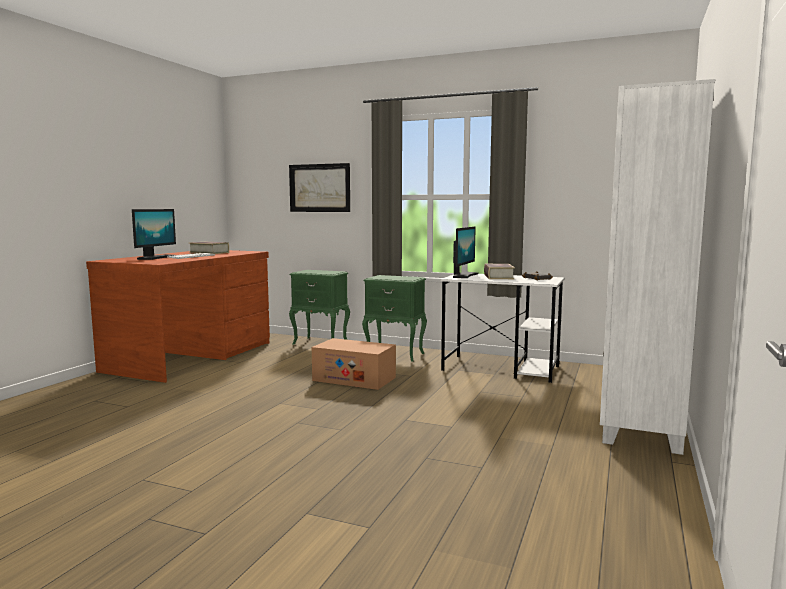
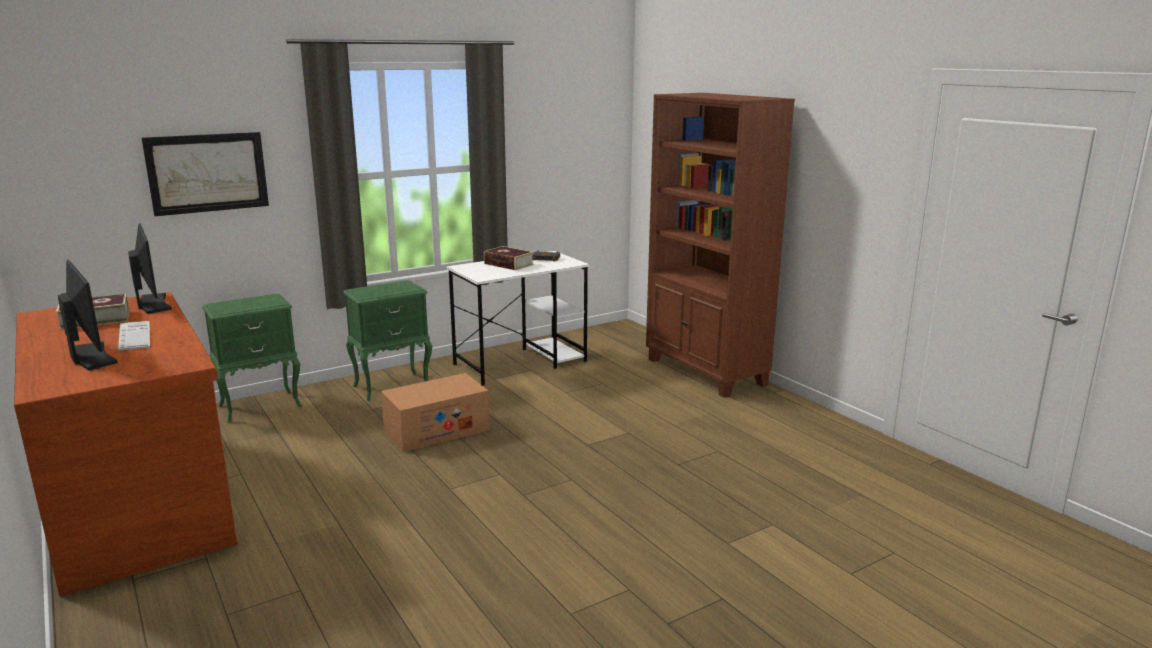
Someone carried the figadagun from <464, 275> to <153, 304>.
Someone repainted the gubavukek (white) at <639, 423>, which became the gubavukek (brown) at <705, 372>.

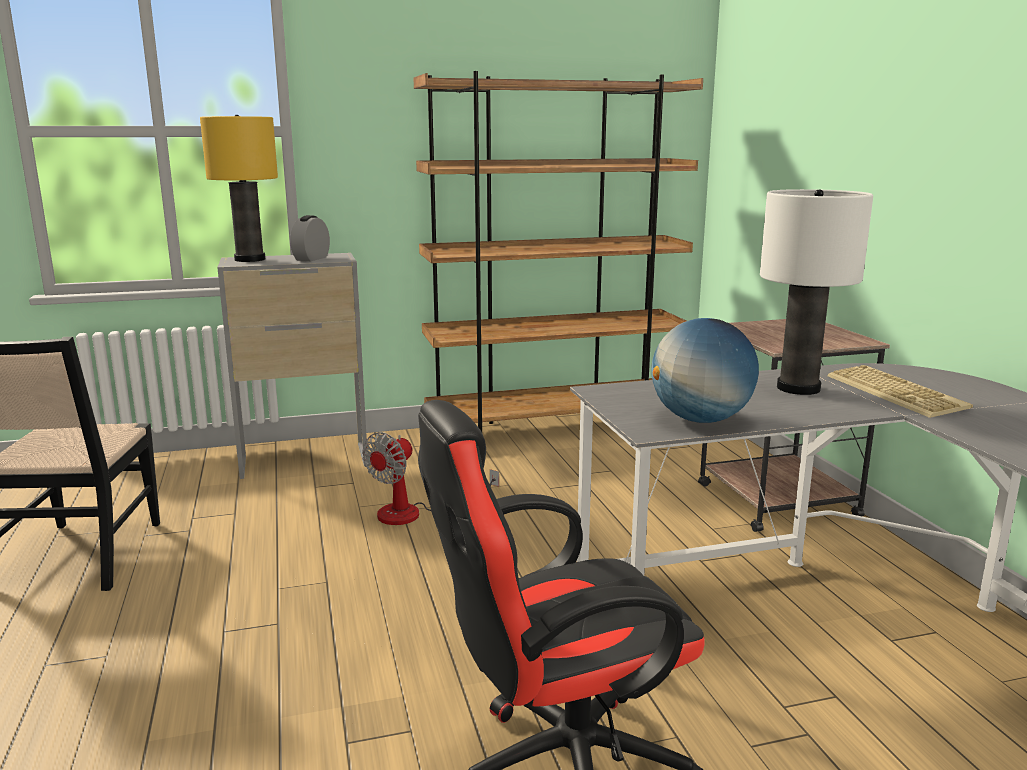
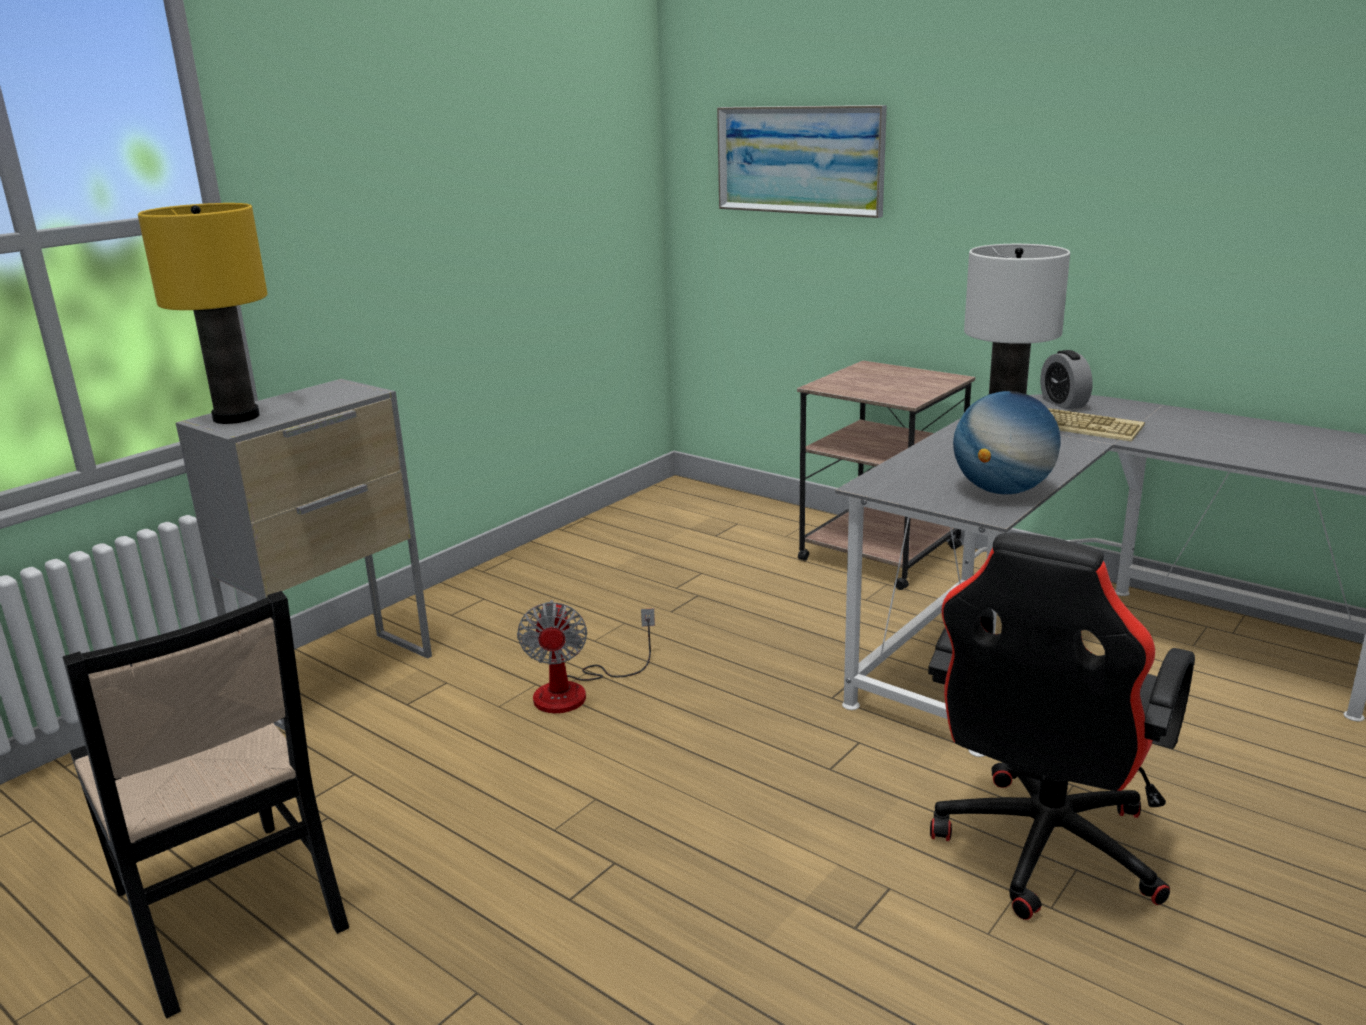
Someone carried the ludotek from <311, 259> to <1063, 403>.
Someone took away the gubavukek (brown) at <554, 428>.
Someone put up the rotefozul at <799, 160>.

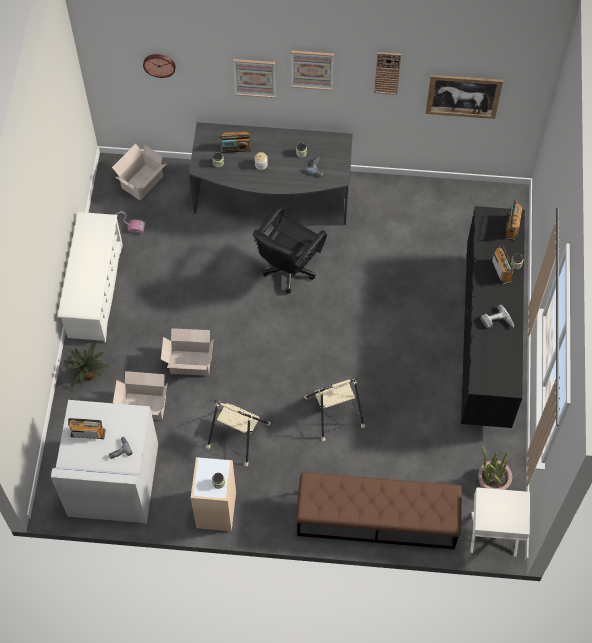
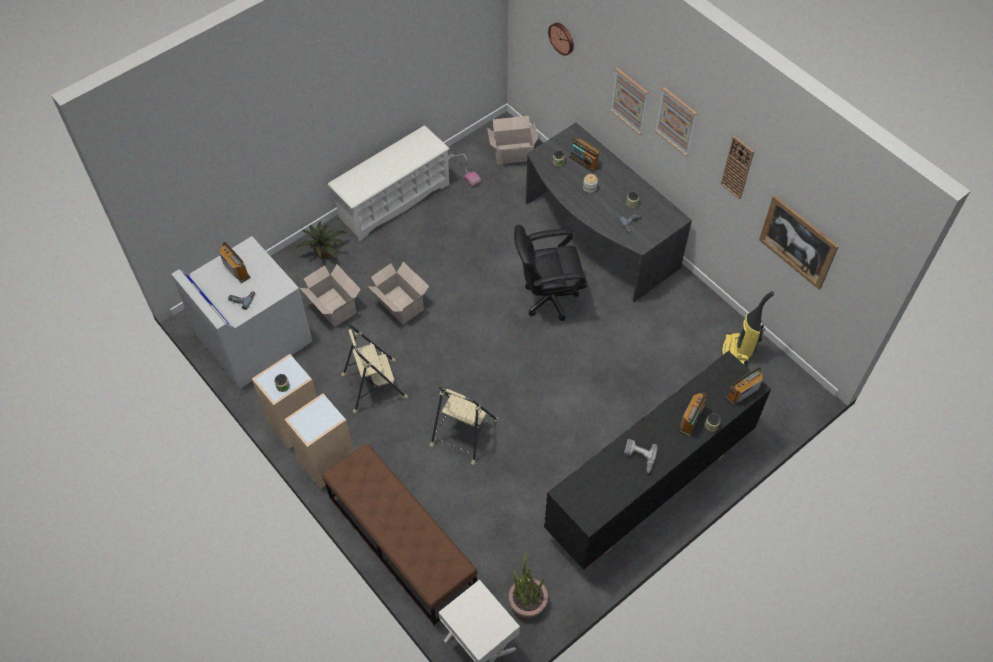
Someone put down the gubavukek at <326, 463>.
Someone put down the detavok at <736, 353>.

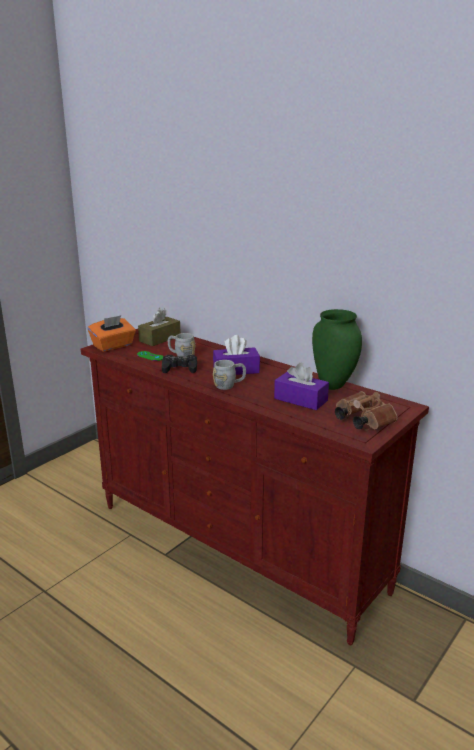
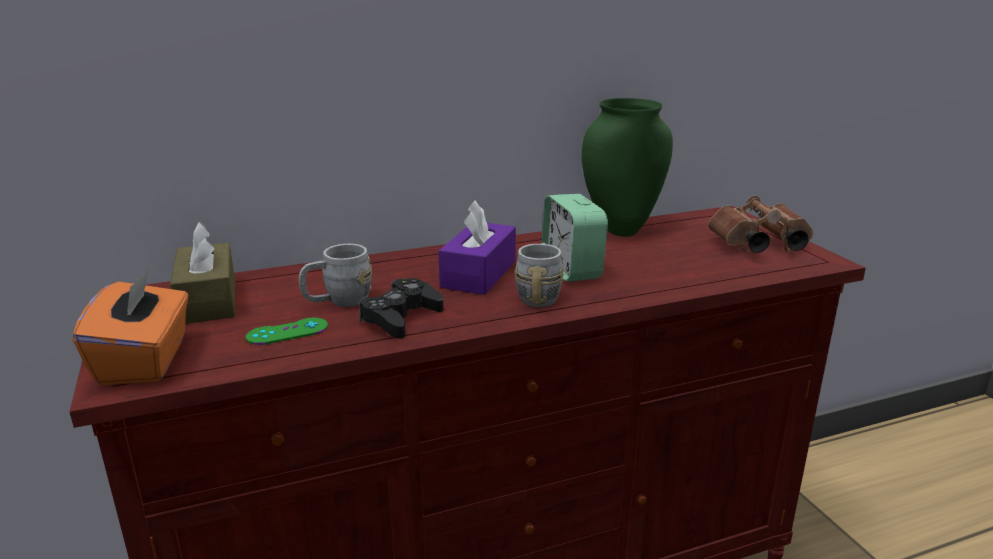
Someone took away the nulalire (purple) at <300, 399>.
Someone put down the ludotek at <571, 269>.

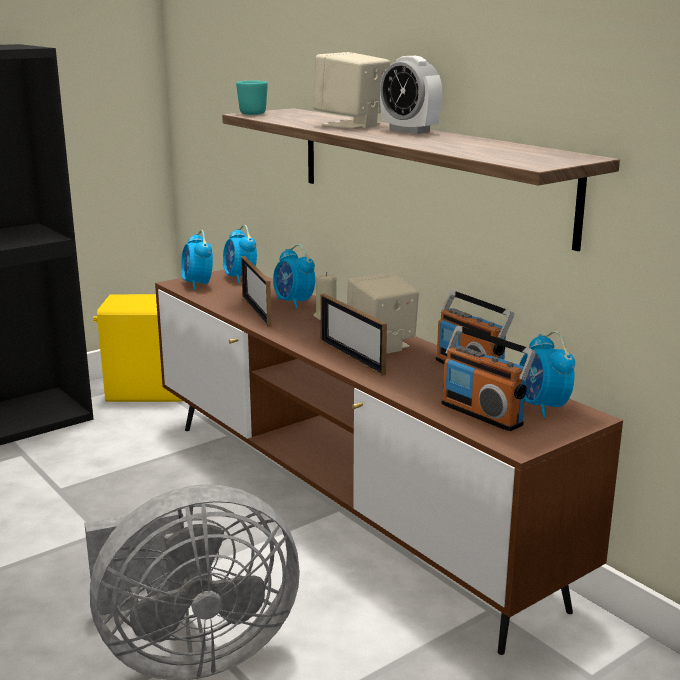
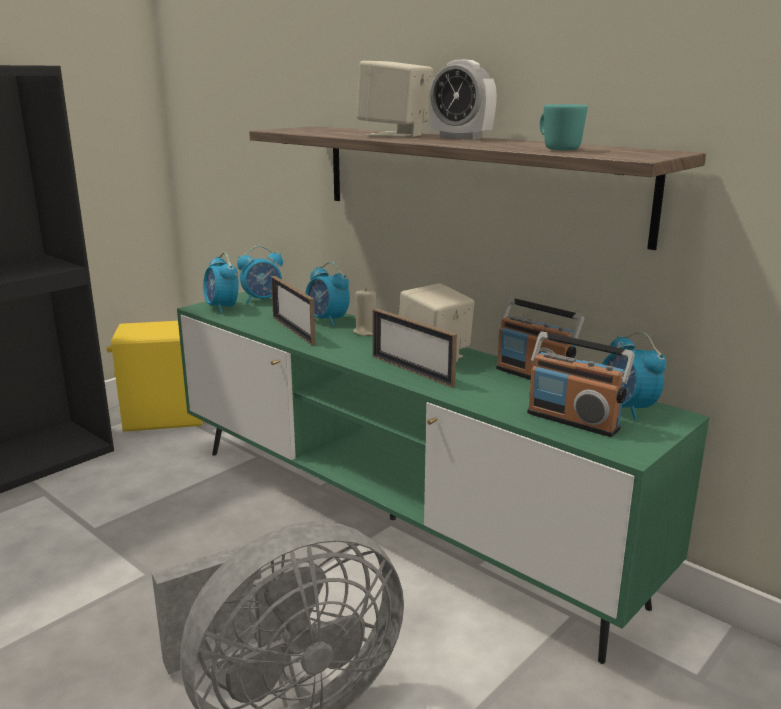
Someone repainted the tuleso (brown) at <342, 505>, which became the tuleso (green) at <392, 518>.
Someone rotated the ludotek at <240, 279> by 75 degrees counterclockwise.
Someone carried the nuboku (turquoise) from <251, 113> to <557, 148>.

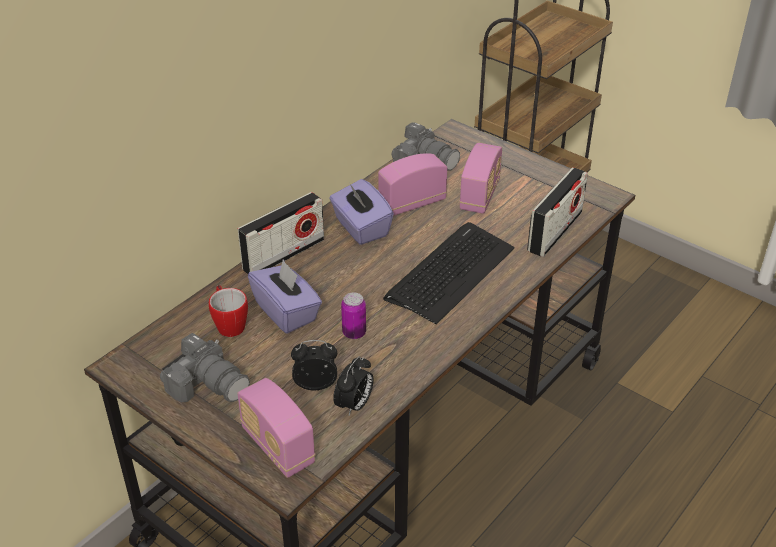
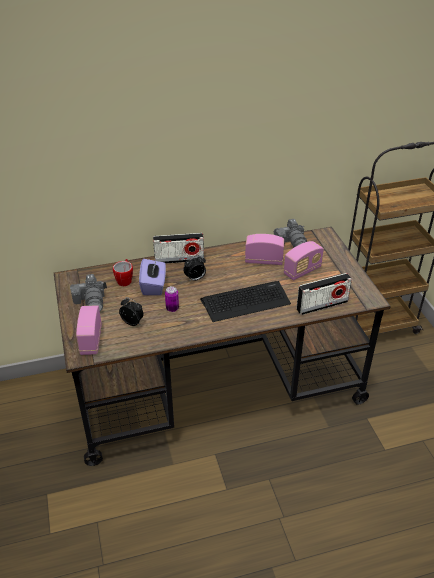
Someone took away the nulalire (purple) at <361, 228>.
Someone carried the ludotek from <354, 405> to <195, 279>.

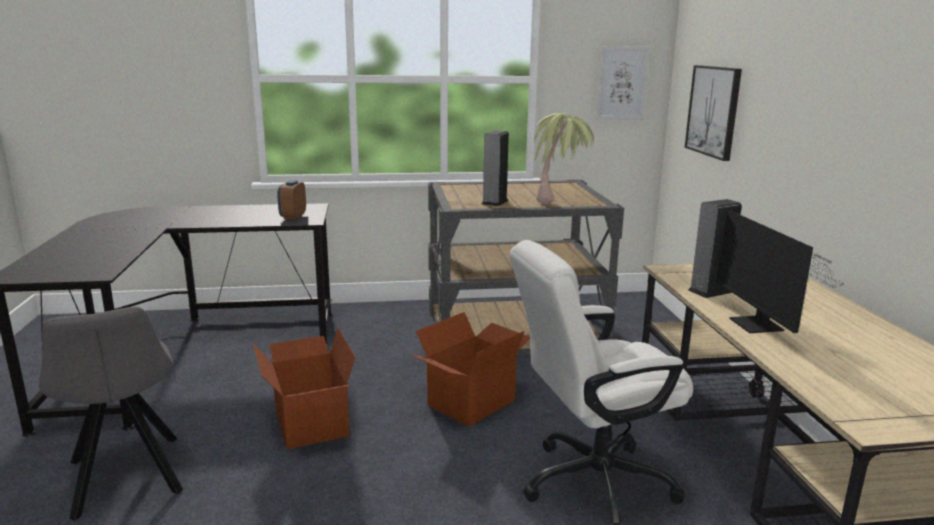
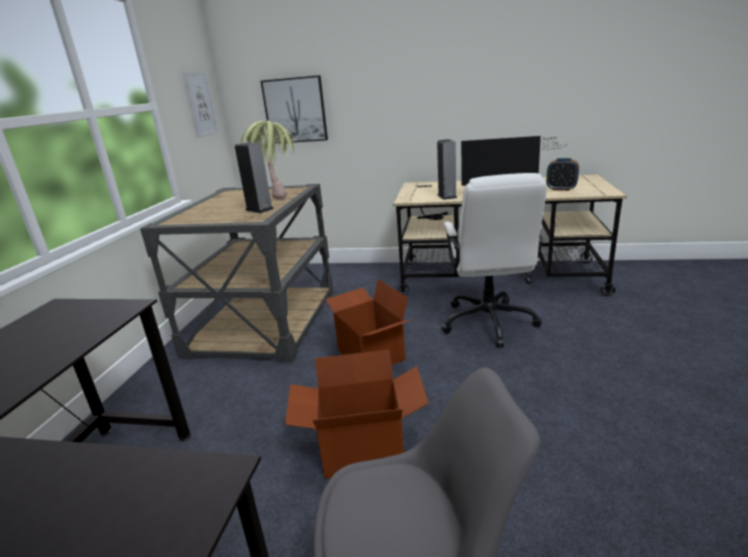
Someone carried the ludotek from <293, 216> to <561, 189>.

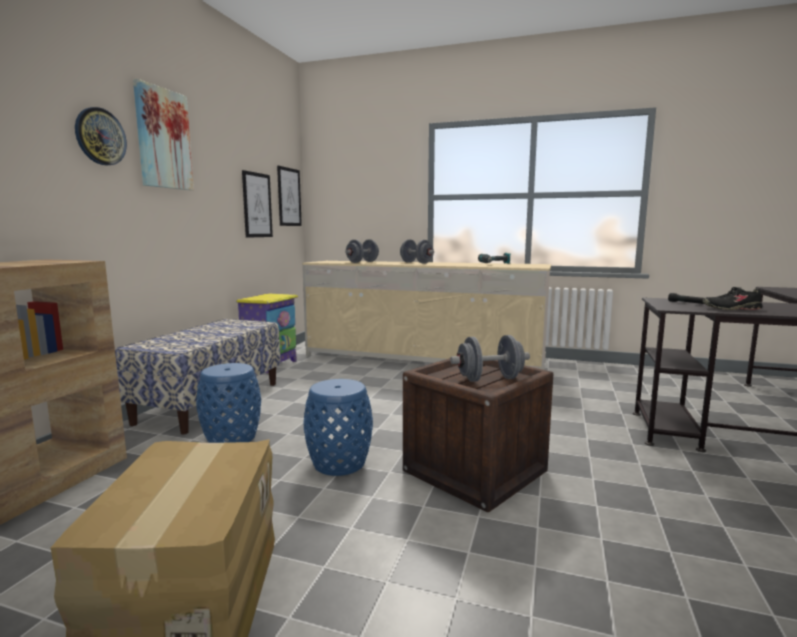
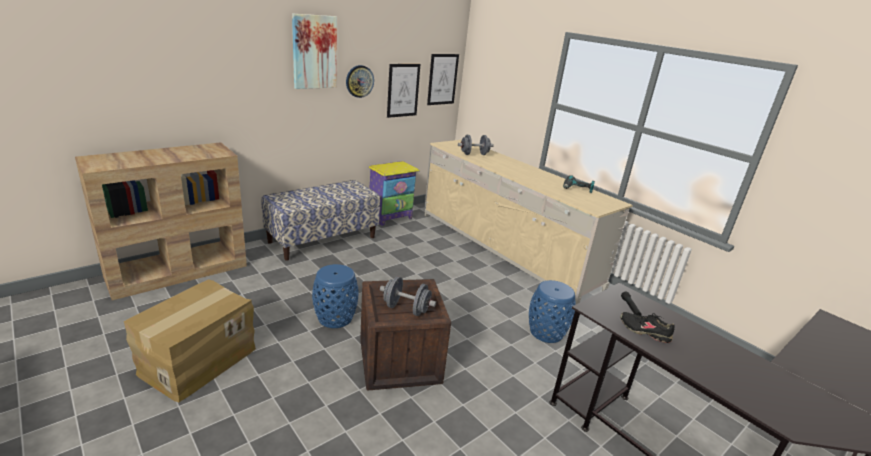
Someone carried the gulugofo from <100, 136> to <359, 81>.
Someone carried the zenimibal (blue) from <232, 438> to <546, 332>.
Someone took away the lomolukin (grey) at <416, 263>.

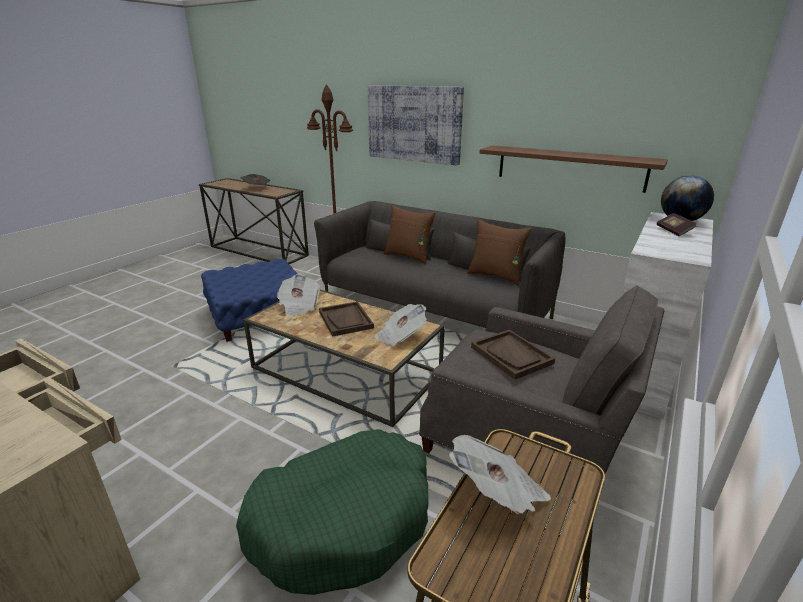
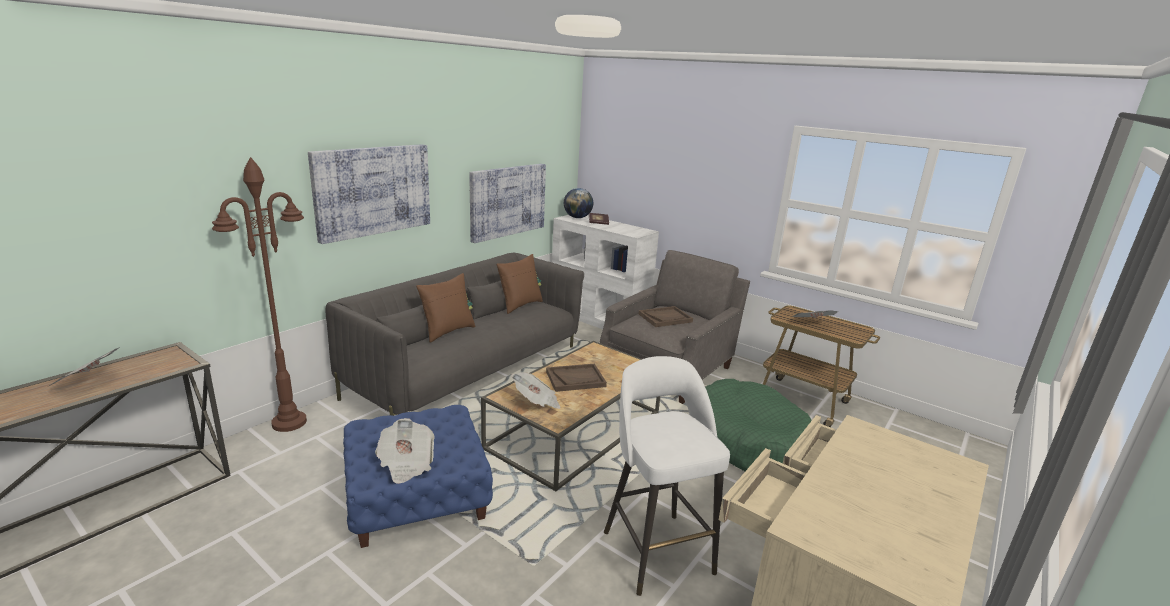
Someone carried the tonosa from <400, 336> to <406, 464>.
Someone swapped the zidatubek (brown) at <569, 168> for the rotefozul at <507, 201>.
Someone put down the zenimibal (white) at <656, 549>.

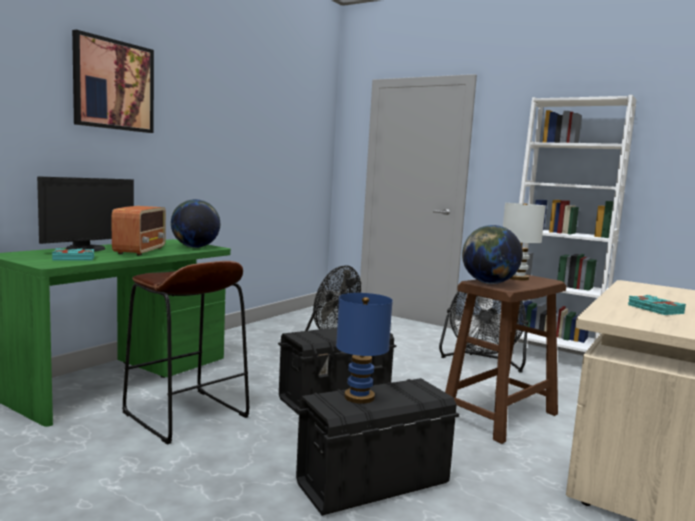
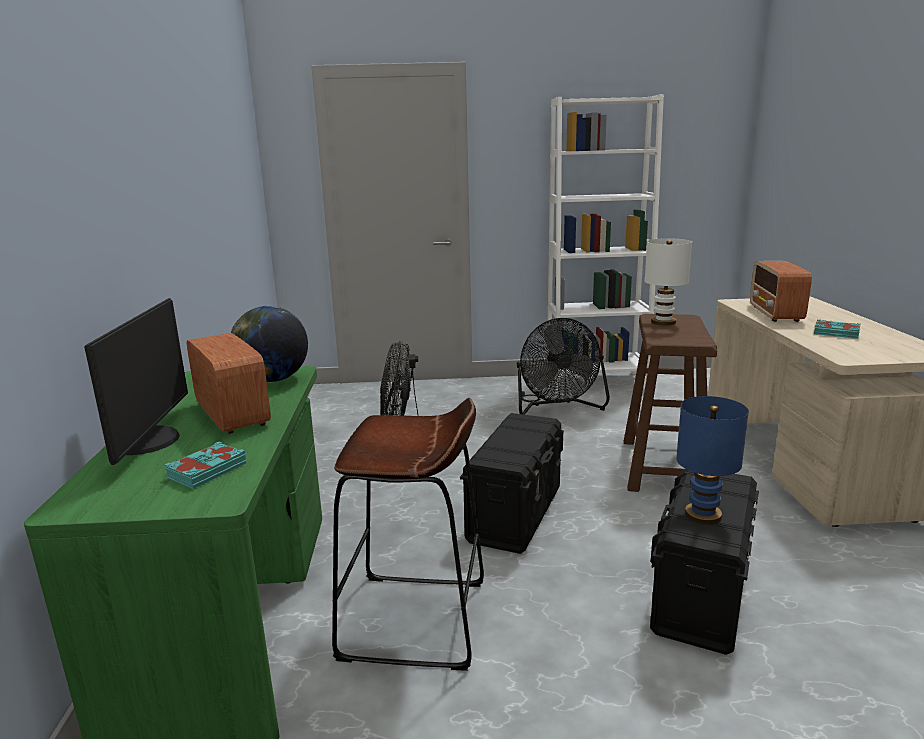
Someone took away the rotefozul at <113, 85>.
Someone took away the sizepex at <488, 283>.
Someone put down the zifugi at <775, 314>.

